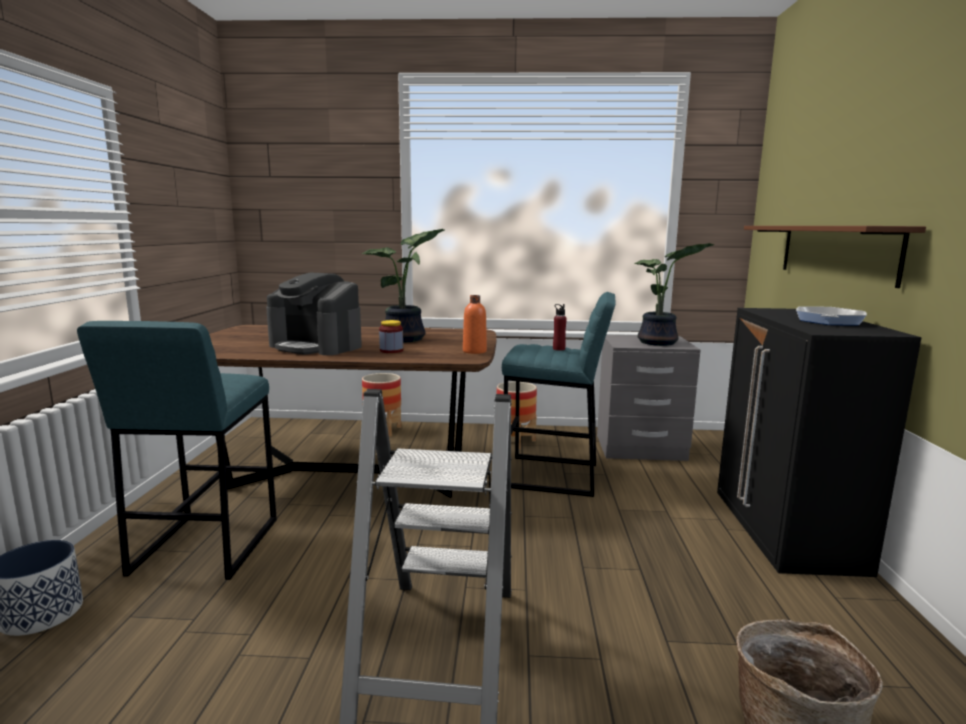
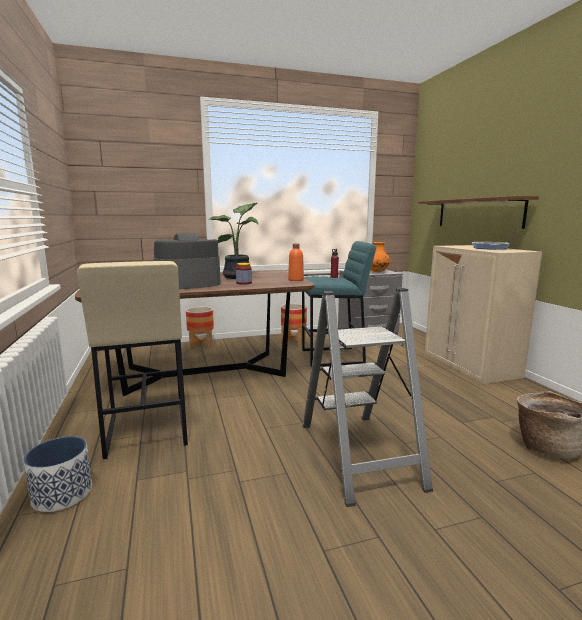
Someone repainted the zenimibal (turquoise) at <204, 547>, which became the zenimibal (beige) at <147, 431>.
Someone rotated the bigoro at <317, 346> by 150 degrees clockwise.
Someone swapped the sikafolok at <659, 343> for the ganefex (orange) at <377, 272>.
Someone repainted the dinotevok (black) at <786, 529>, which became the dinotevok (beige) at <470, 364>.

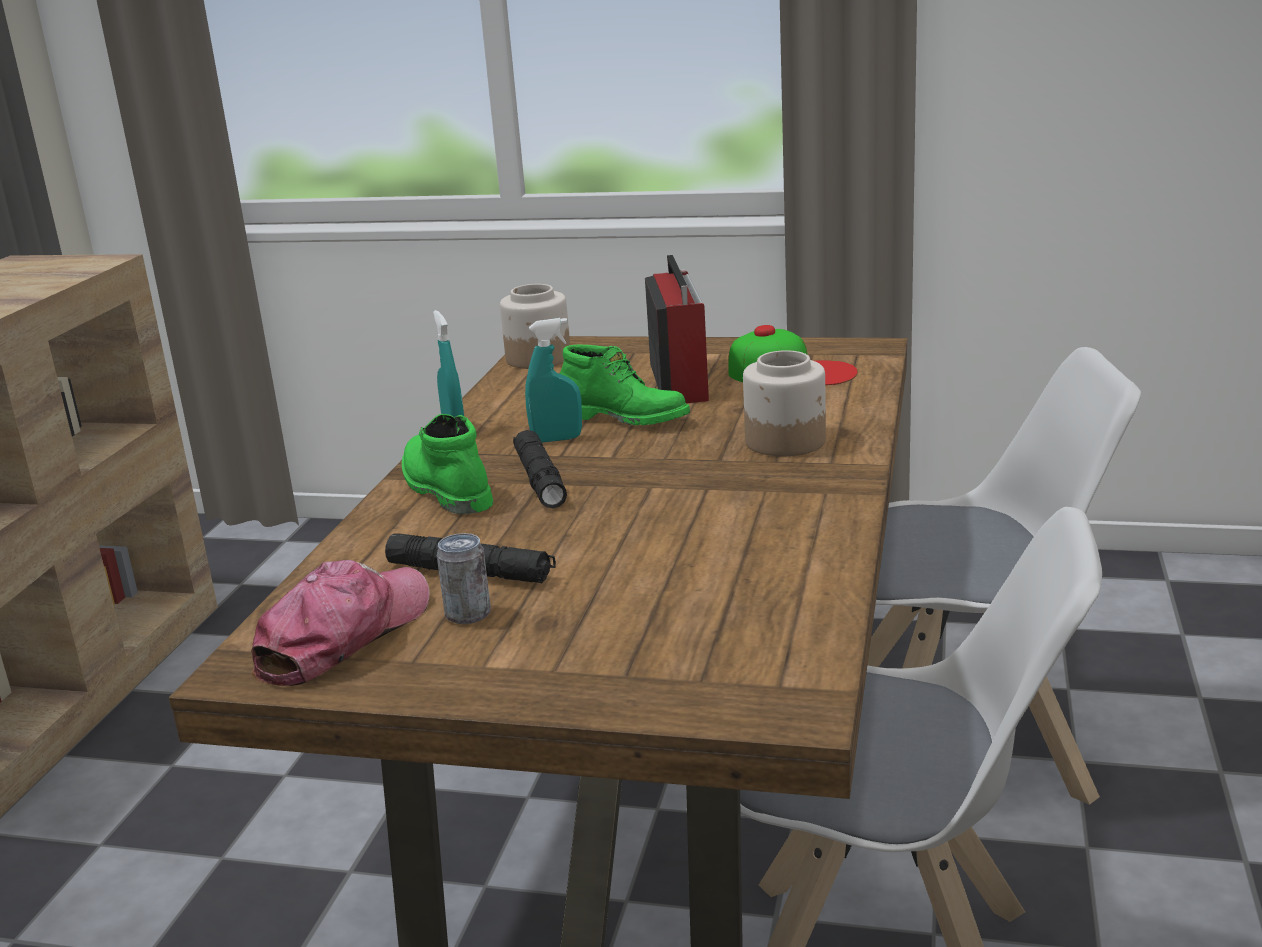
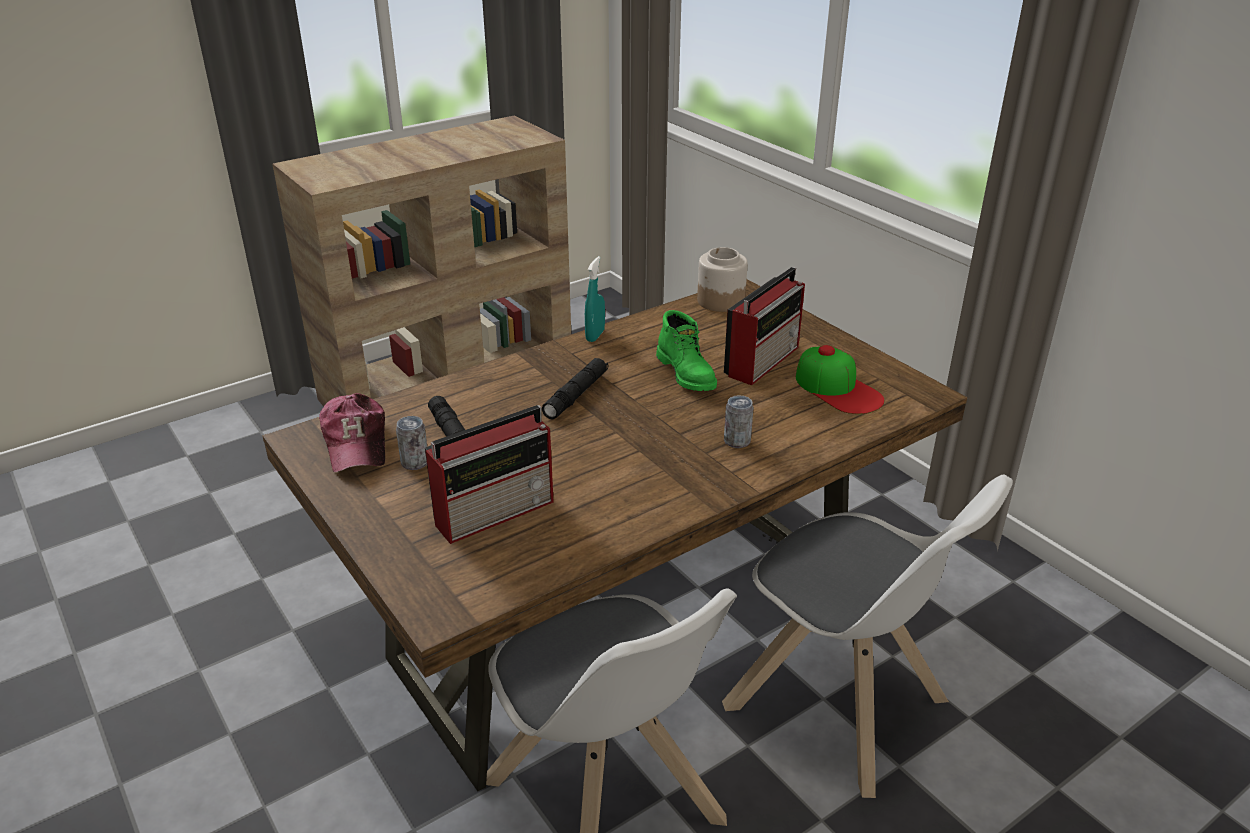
Someone rotated the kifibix at <343, 636> by 90 degrees clockwise.
Someone took away the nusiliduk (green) at <444, 489>.
Someone took away the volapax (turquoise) at <557, 439>.
Someone swapped the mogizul at <786, 441> for the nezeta at <737, 441>.
Someone put down the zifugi at <497, 511>.

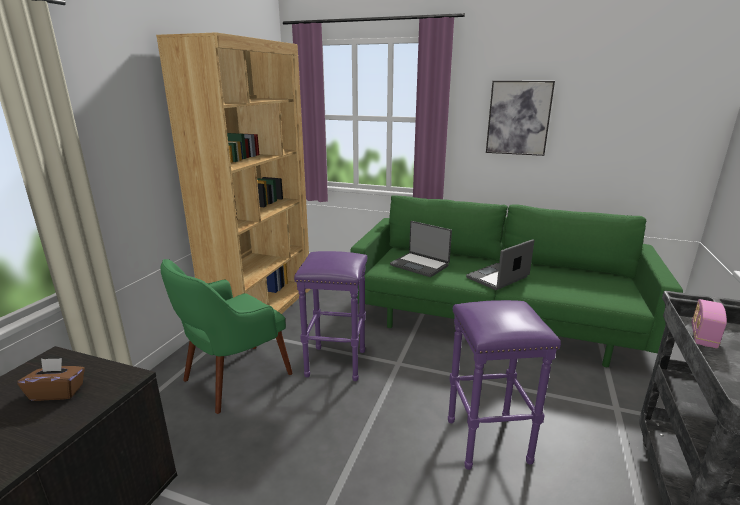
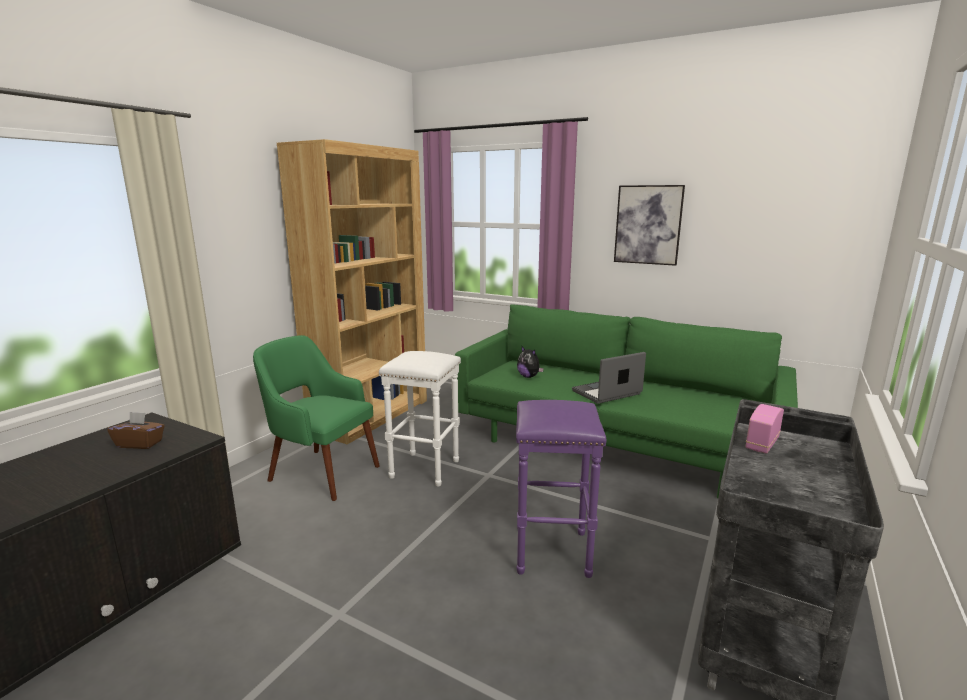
Someone rotated the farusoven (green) at <235, 378> by 60 degrees clockwise.
Someone repainted the zenimibal (purple) at <337, 362>, which became the zenimibal (white) at <426, 468>.
Someone swapped the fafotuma at <420, 265> for the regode at <529, 376>.

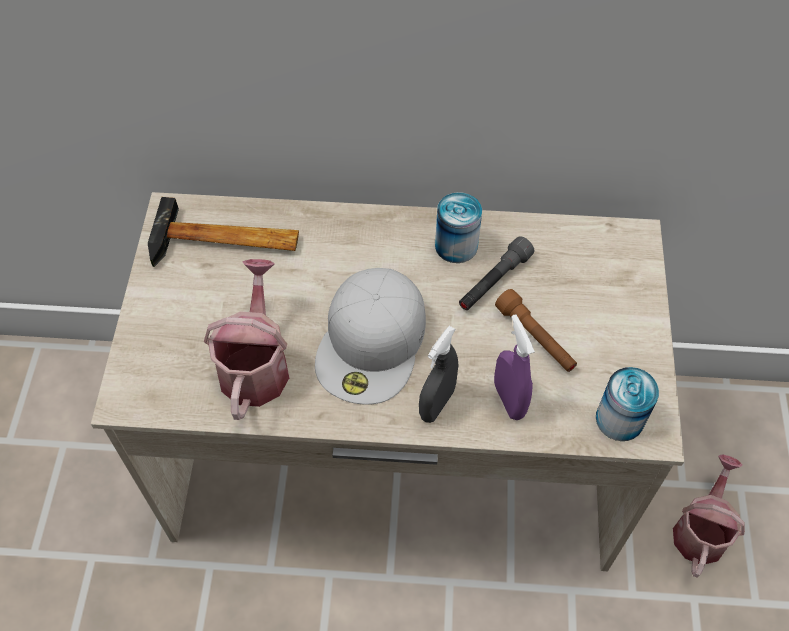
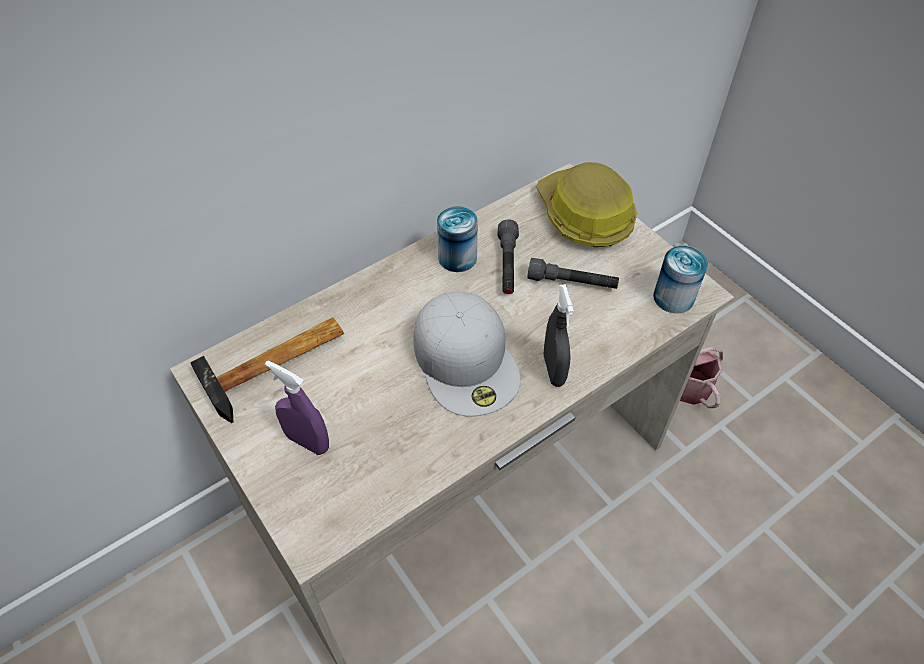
Someone took away the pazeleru at <255, 364>.
Someone carried the volapax (purple) from <509, 400> to <307, 442>.
Someone repainted the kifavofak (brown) at <535, 338>, which became the kifavofak (grey) at <572, 283>.
Someone put down the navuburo at <583, 216>.

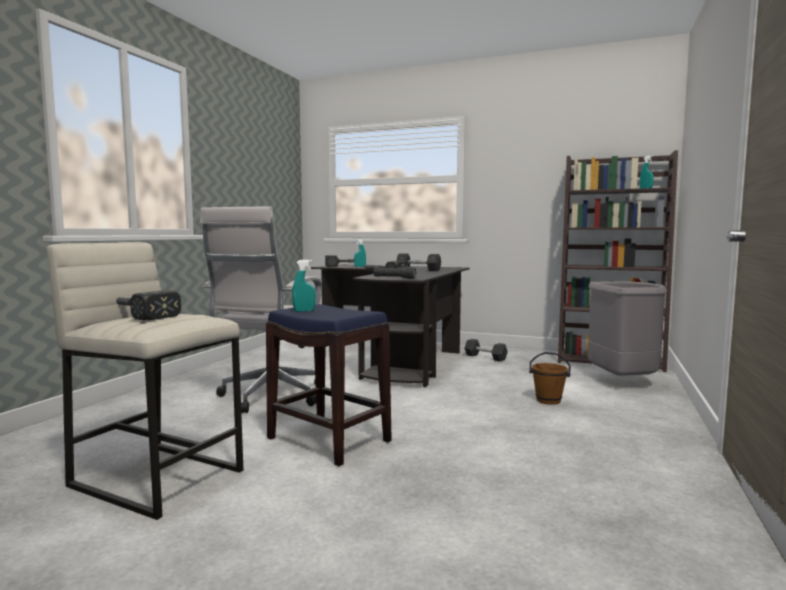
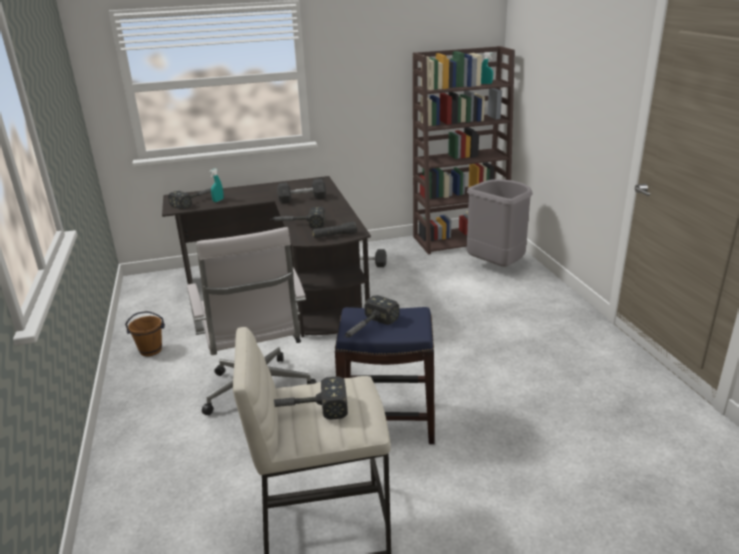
Someone swapped the volapax (turquoise) at <304, 311> for the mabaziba at <367, 329>.
Someone carried the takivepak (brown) from <548, 400> to <151, 350>.

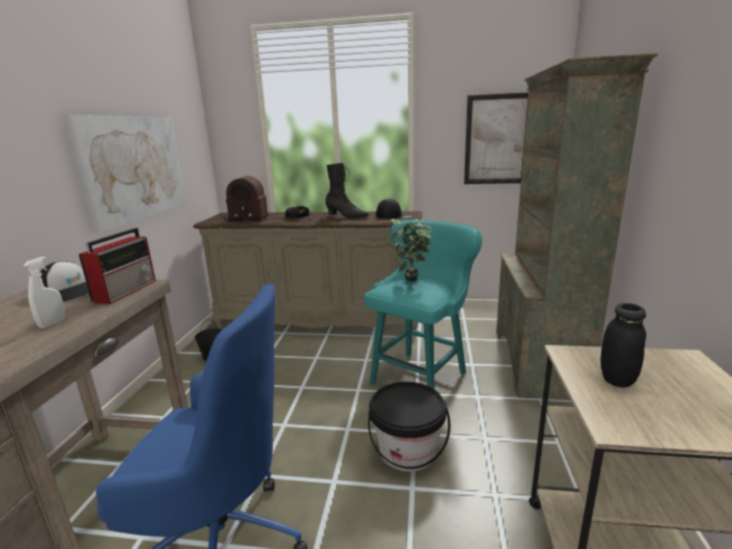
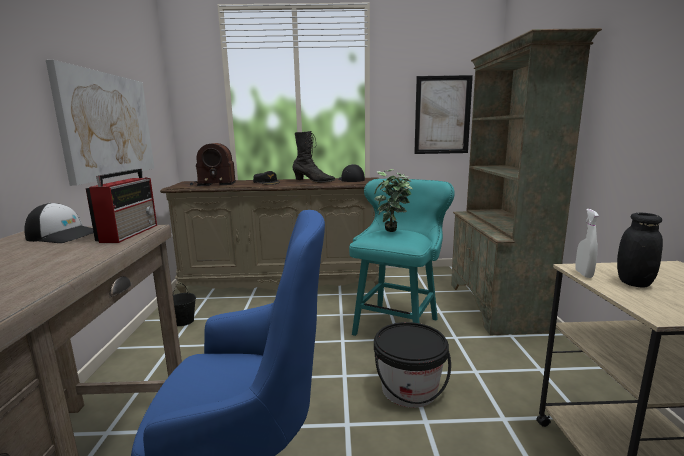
Someone carried the volapax (white) from <53, 323> to <583, 274>.

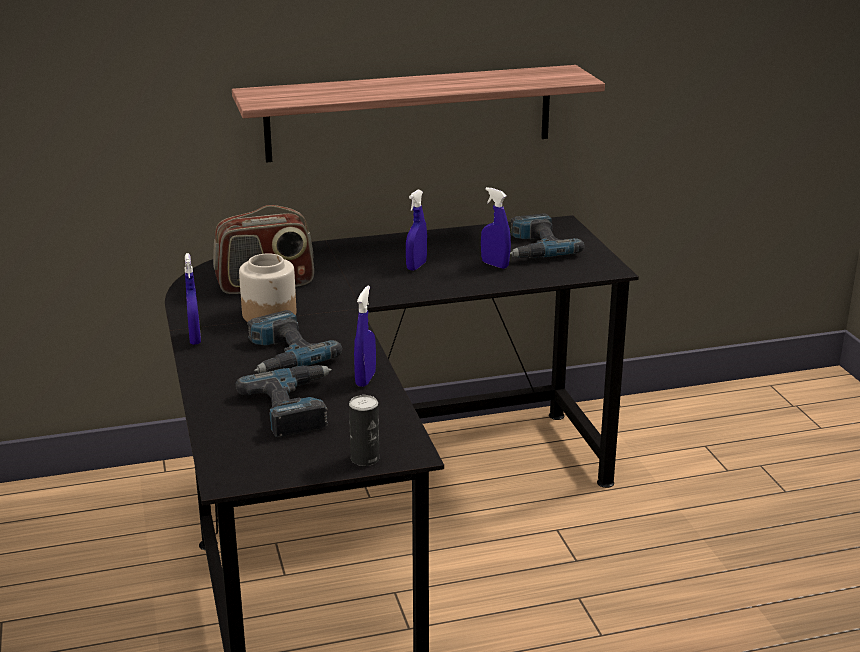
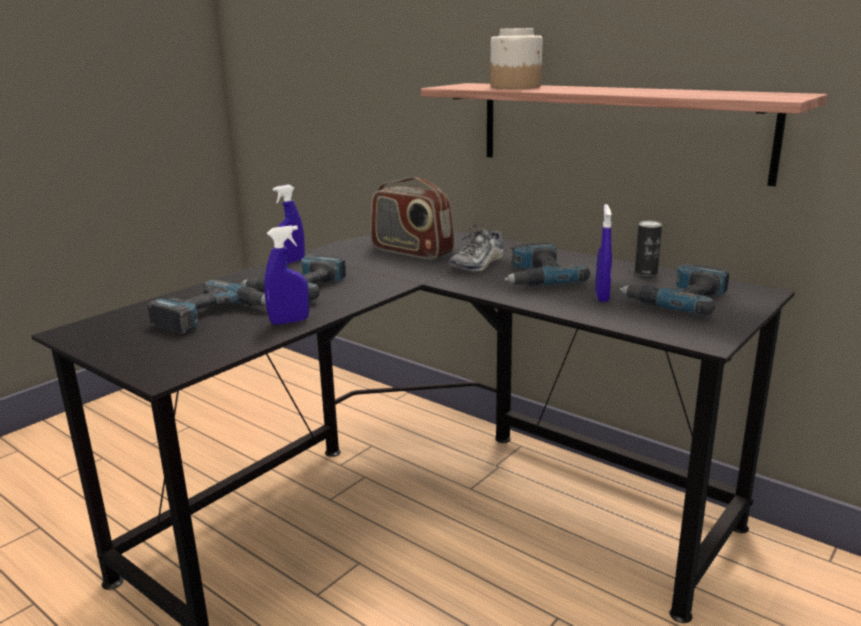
Someone carried the mogizul from <270, 314> to <516, 87>.
Someone carried the nezeta from <365, 459> to <646, 272>.
Someone swapped the volapax (blue) at <416, 266> for the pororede at <536, 276>.
Someone put down the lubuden at <478, 264>.

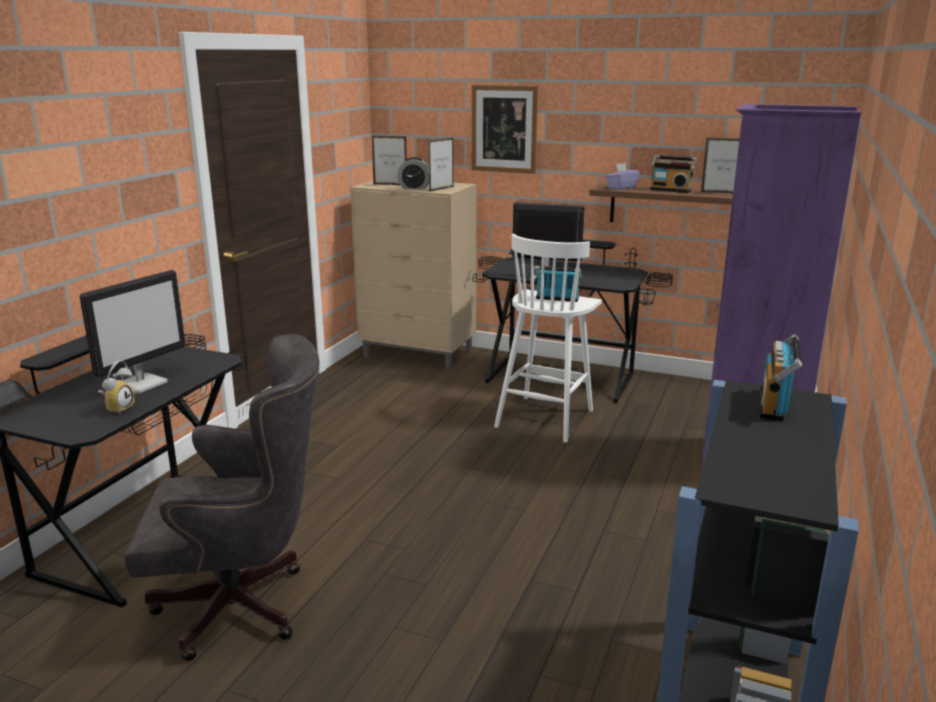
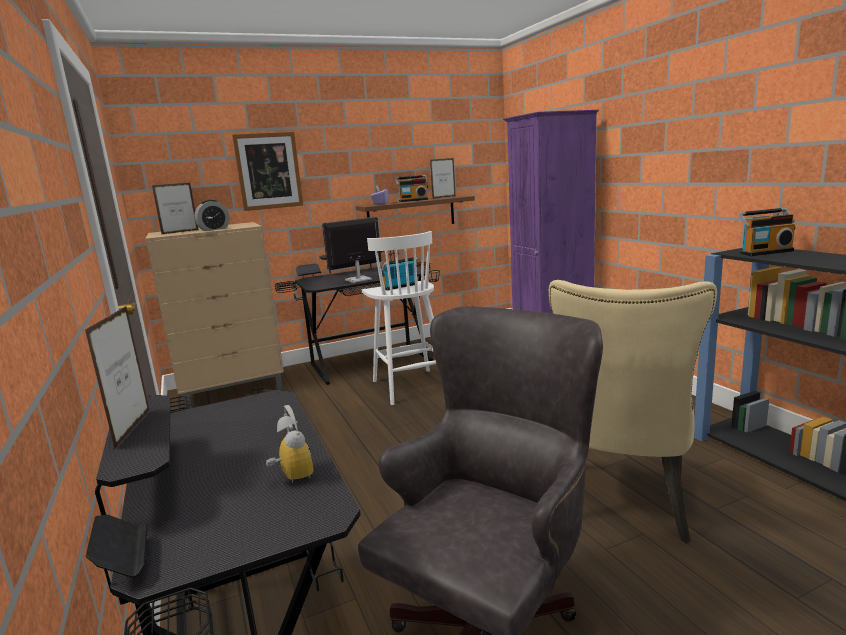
Someone took away the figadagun at <142, 383>.
Someone carried the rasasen from <441, 189> to <133, 428>.
Someone rotated the zifugi at <775, 405> by 75 degrees counterclockwise.
Someone put down the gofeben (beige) at <622, 504>.

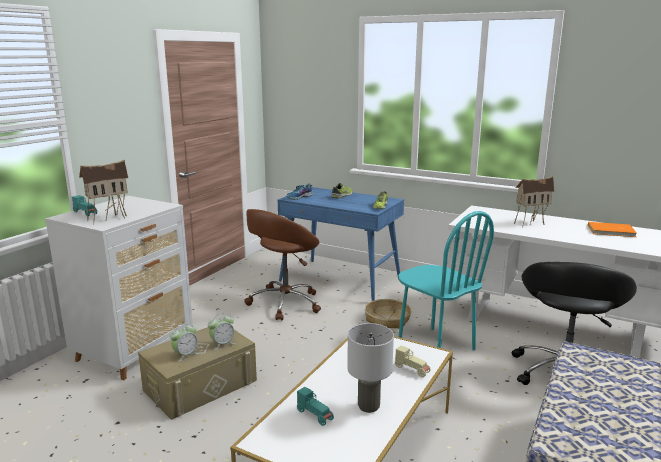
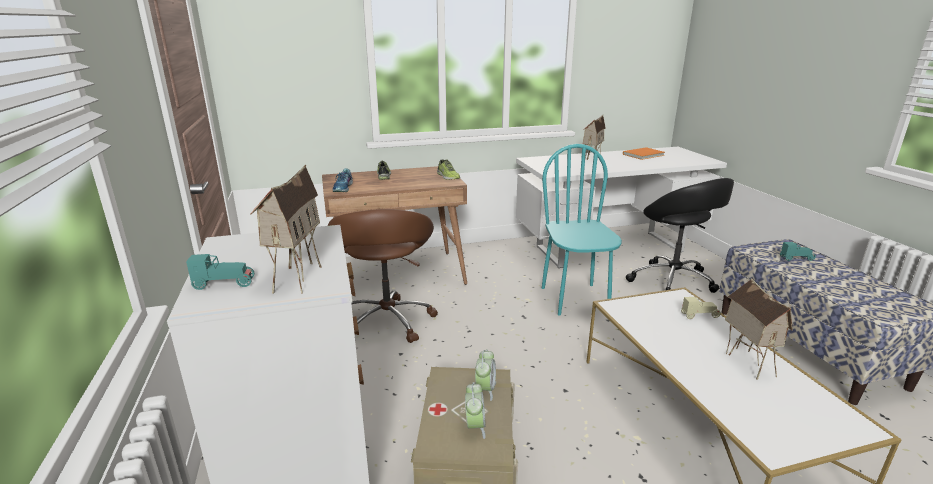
Someone repainted the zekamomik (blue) at <340, 280>, which became the zekamomik (brown) at <398, 275>.
Someone carried the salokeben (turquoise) from <315, 415> to <796, 258>.
Someone swapped the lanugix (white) at <368, 406> for the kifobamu at <746, 362>.
Someone took away the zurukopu at <387, 320>.
Someone rotated the gofeben (turquoise) at <435, 346> by 105 degrees counterclockwise.

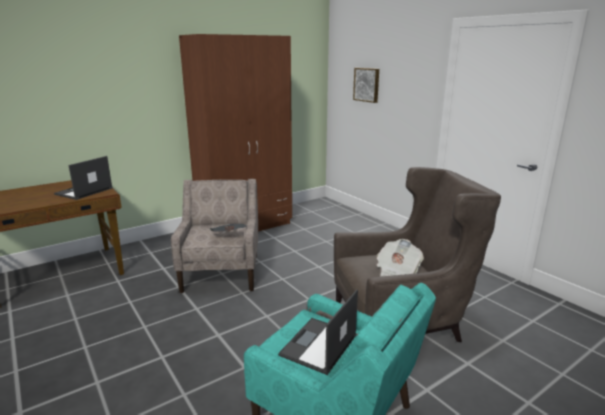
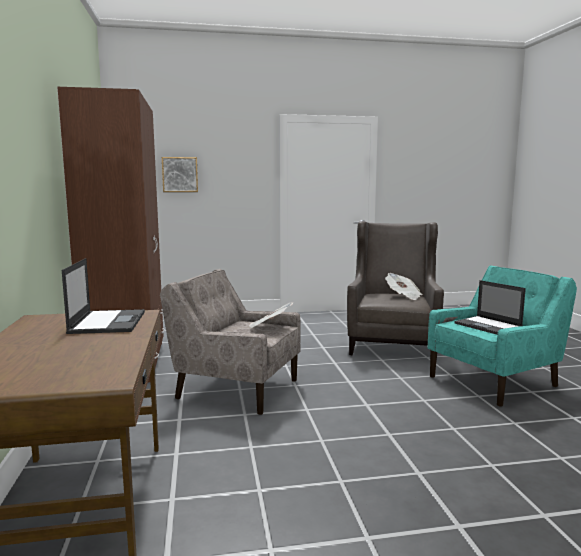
Someone rotated the fafotuma at <83, 191> by 150 degrees counterclockwise.

